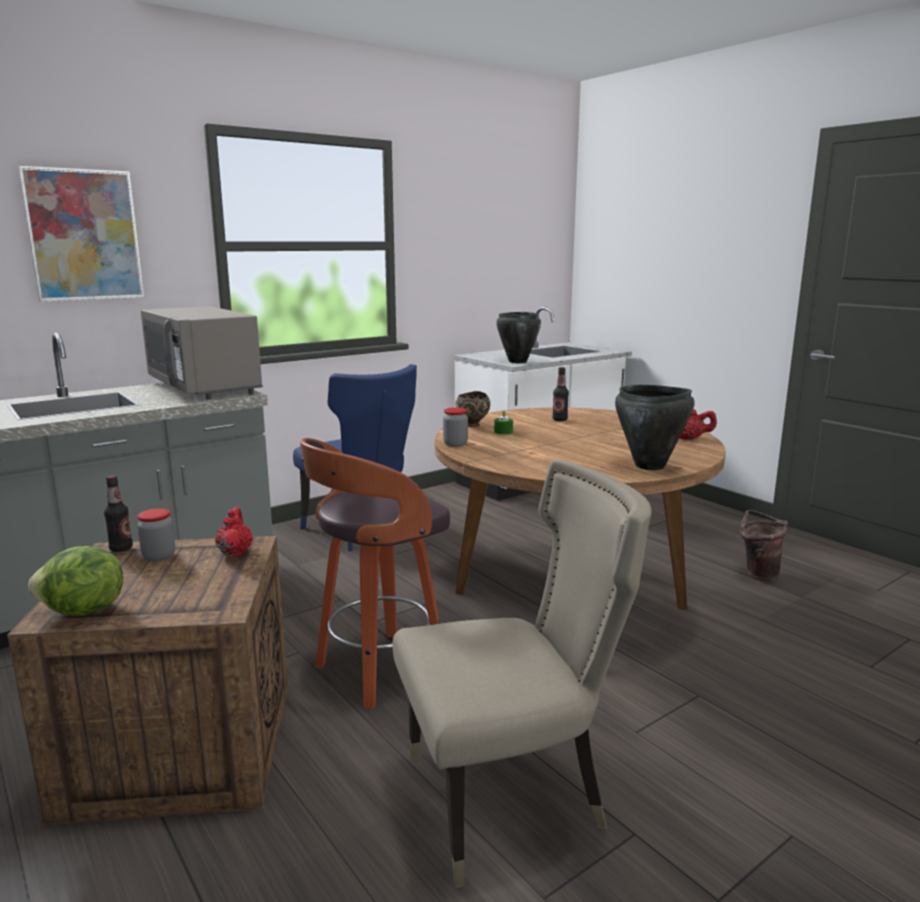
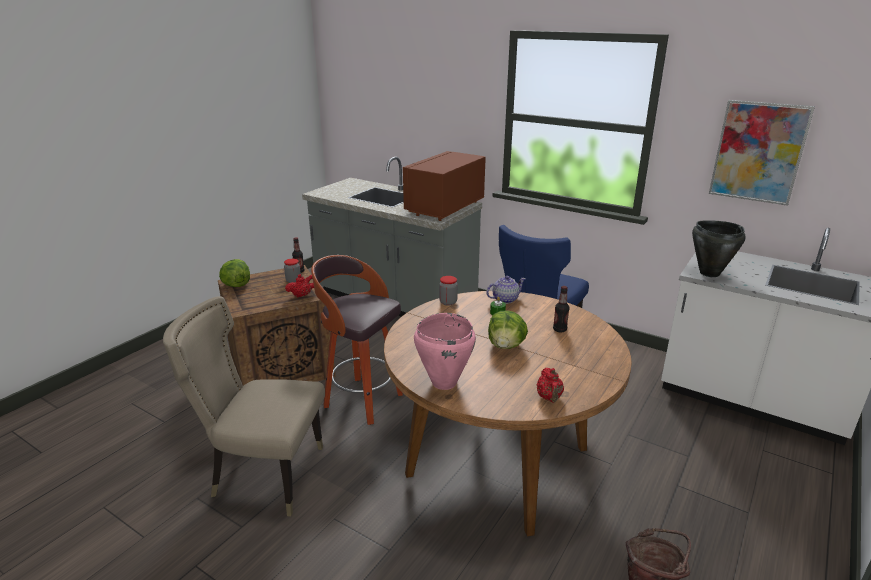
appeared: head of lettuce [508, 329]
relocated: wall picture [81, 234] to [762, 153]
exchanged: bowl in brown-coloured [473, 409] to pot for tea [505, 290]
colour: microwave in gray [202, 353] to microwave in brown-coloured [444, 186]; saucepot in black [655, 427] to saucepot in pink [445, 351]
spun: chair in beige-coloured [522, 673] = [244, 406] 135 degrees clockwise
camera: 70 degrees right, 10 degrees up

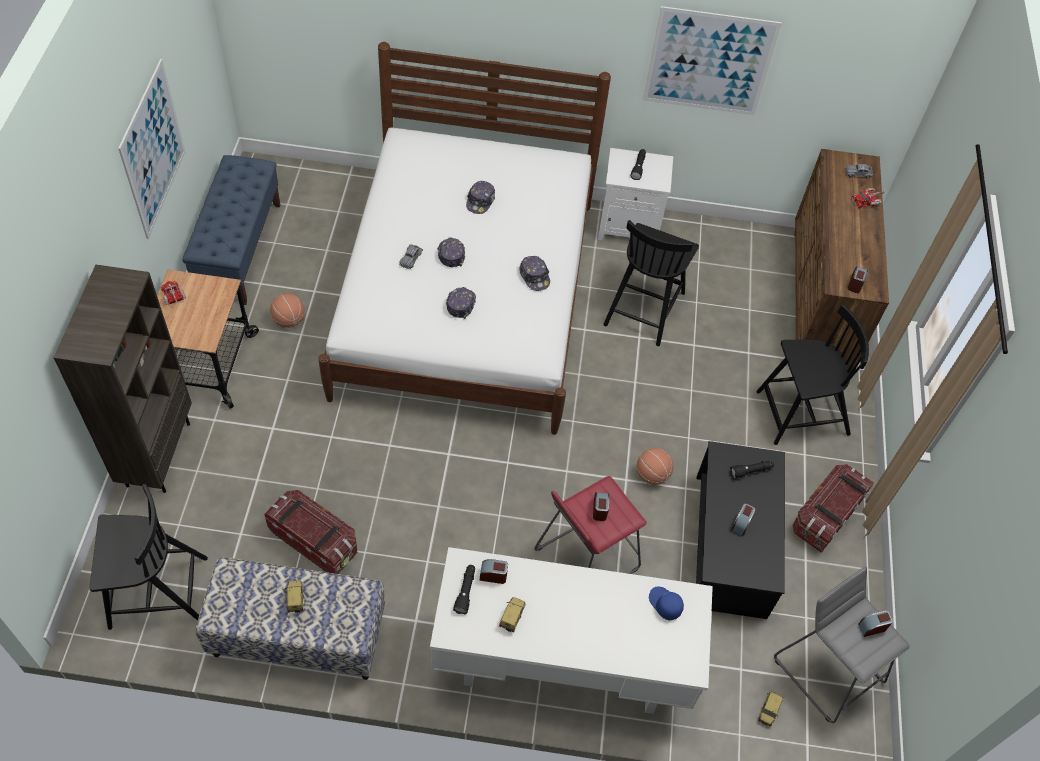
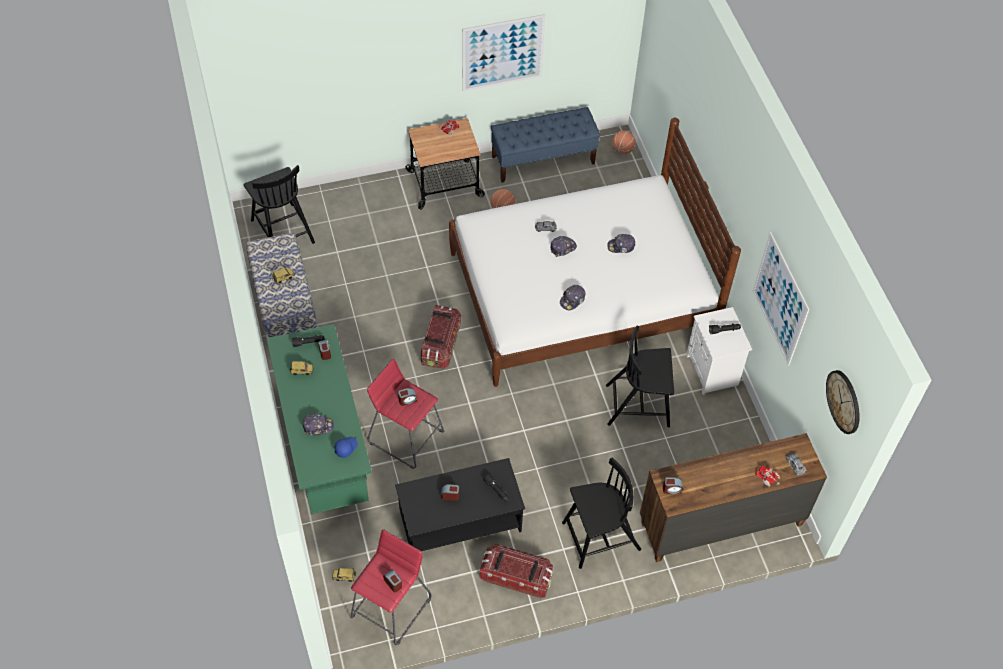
missing: bookcase in brown-coloured [123, 379]
appeared: clock on the wall [843, 402]
relocated: storage box [311, 532] to [441, 337]; baseball cap [461, 303] to [318, 424]; ball for basketball [655, 466] to [624, 142]
colour: desk table in white [571, 630] to desk table in green [319, 419]; stool seat in gray [842, 644] to stool seat in red-coloured [391, 587]
spun: chair in black [812, 374] = [601, 513] 75 degrees counterclockwise
camera: 70 degrees right, 0 degrees up

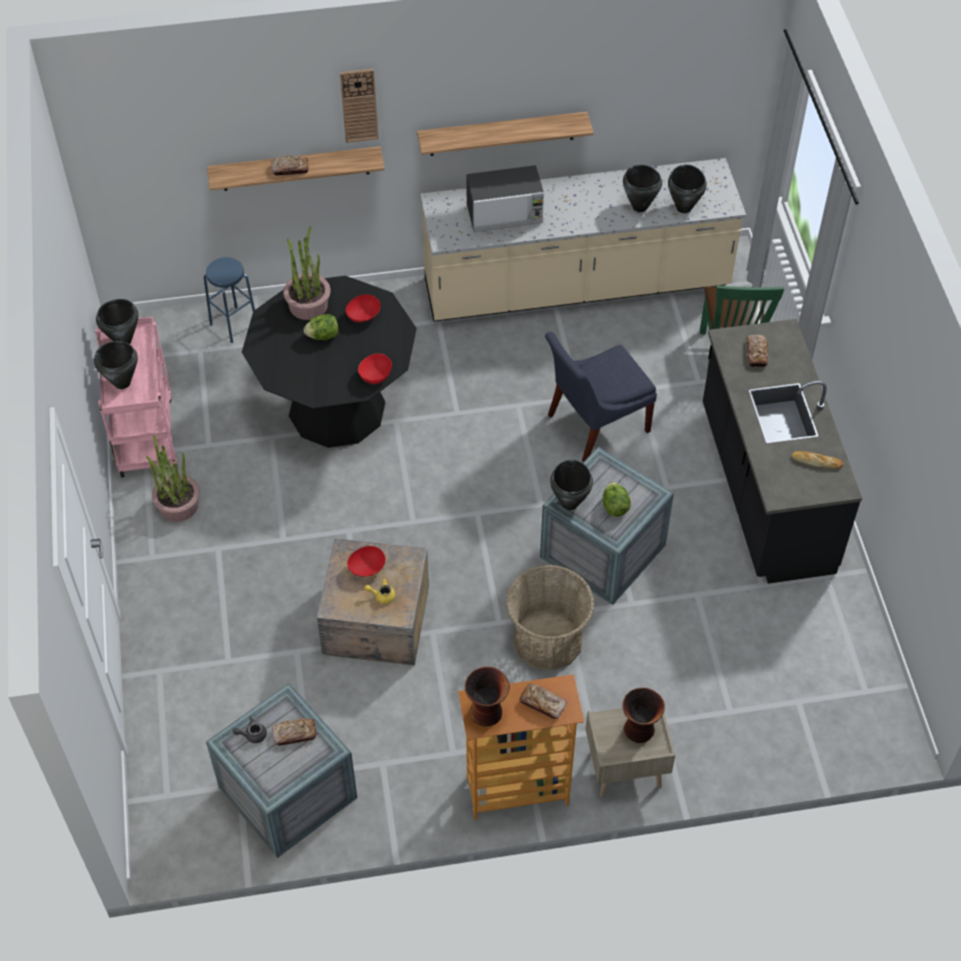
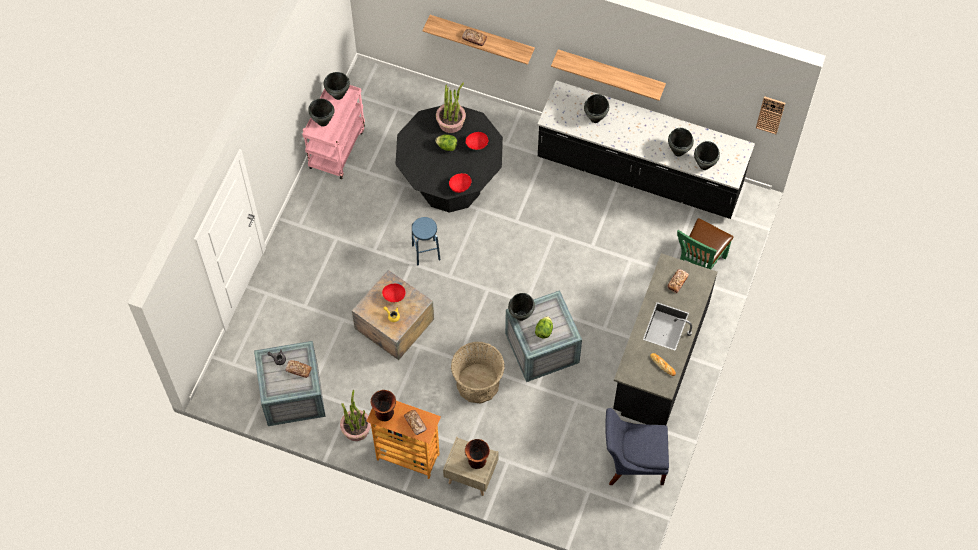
relocated: houseplant [173, 478] to [355, 415]; stool seat in blue-coloured [229, 300] to [426, 241]; clock on the wall [359, 106] to [770, 115]; chair in blue-coloured [601, 397] to [637, 446]
exchanged: microwave [505, 198] to saucepot in black [596, 108]
colour: kitchen base unit in beige-coloured [583, 240] to kitchen base unit in black [646, 149]
camera: 30 degrees right, 10 degrees up

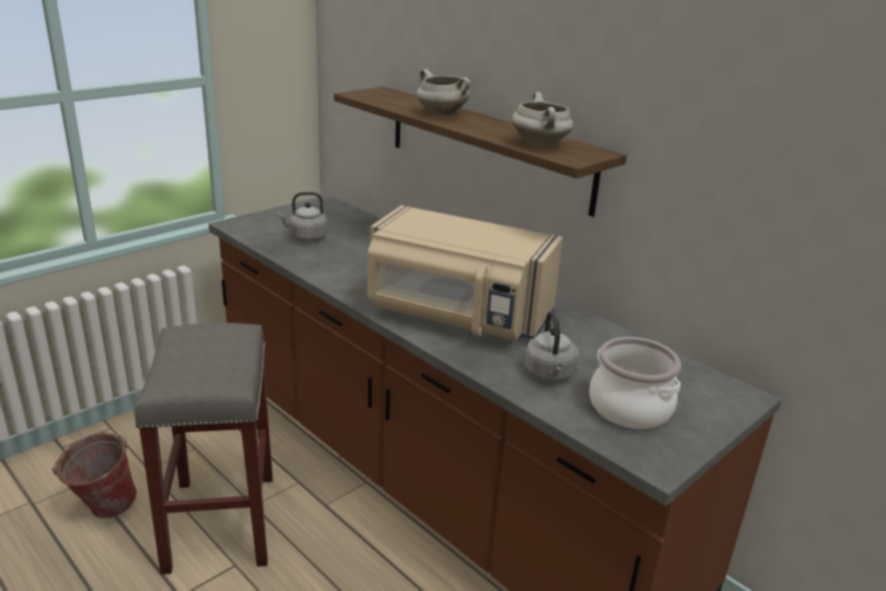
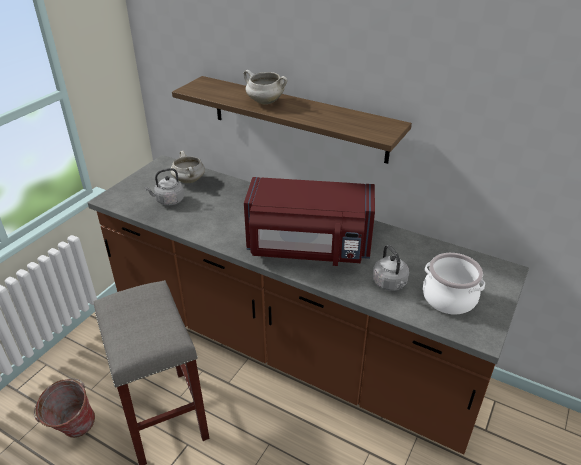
relocated: saucepot in white [542, 119] to [187, 167]
colour: microwave in beige-coloured [465, 273] to microwave in red-coloured [309, 221]
camera: 15 degrees left, 10 degrees up

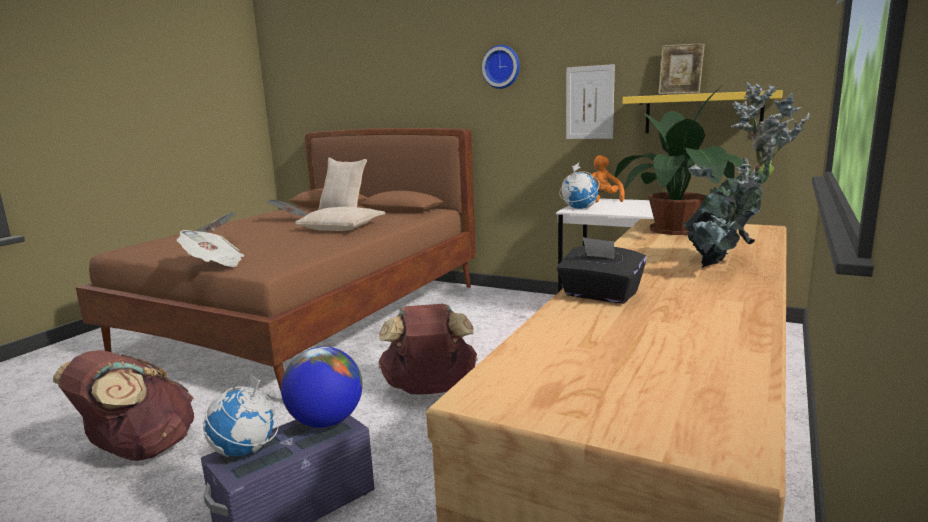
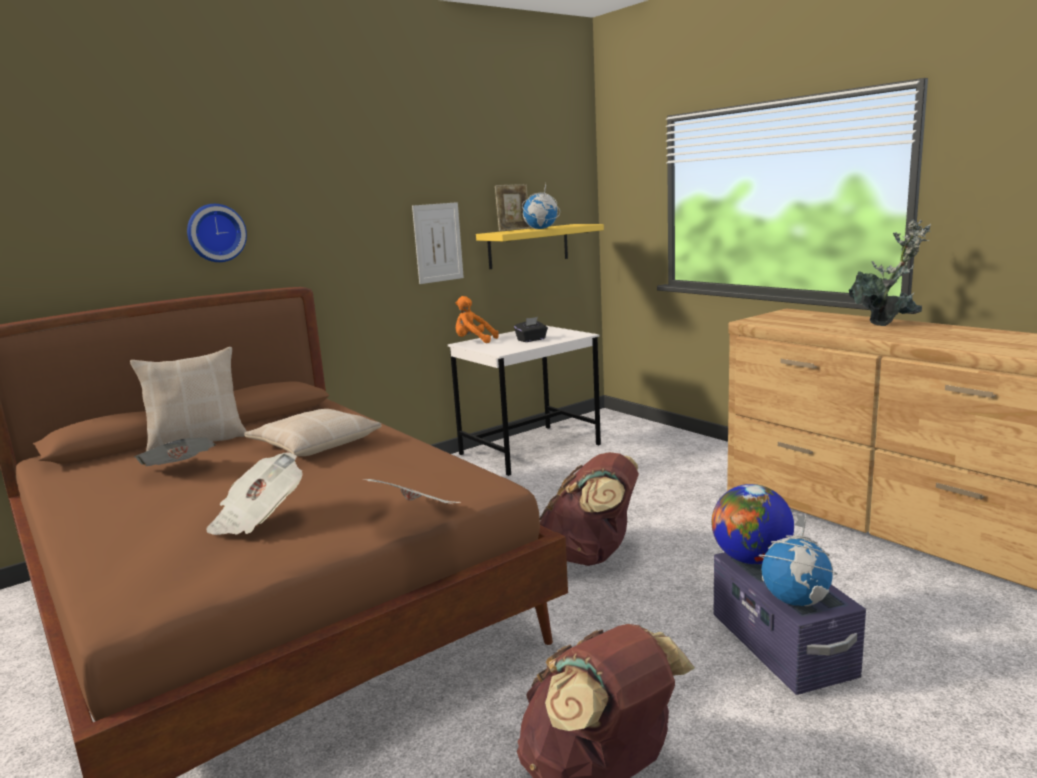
missing: houseplant [683, 160]
relocated: clock on the wall [501, 67] to [217, 233]; box of tissues in black [601, 270] to [531, 329]; world globe [579, 186] to [541, 206]
camera: 65 degrees left, 0 degrees up

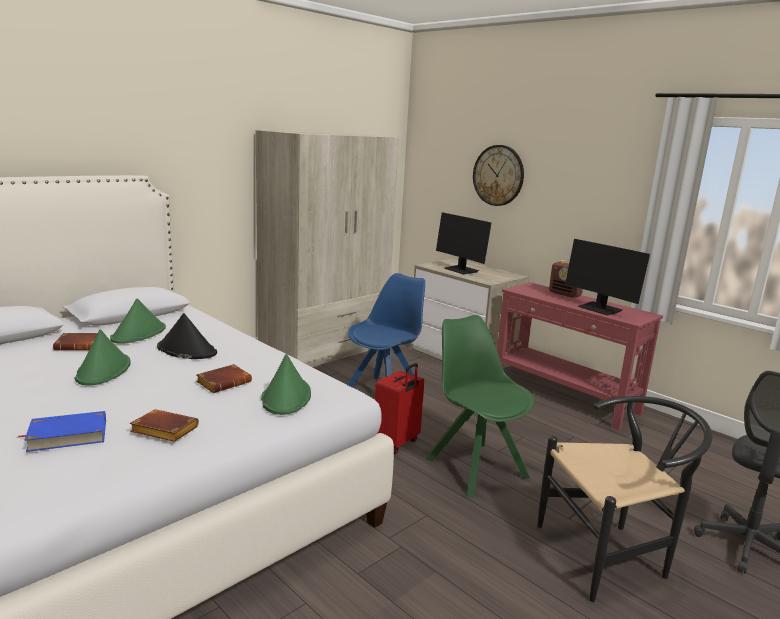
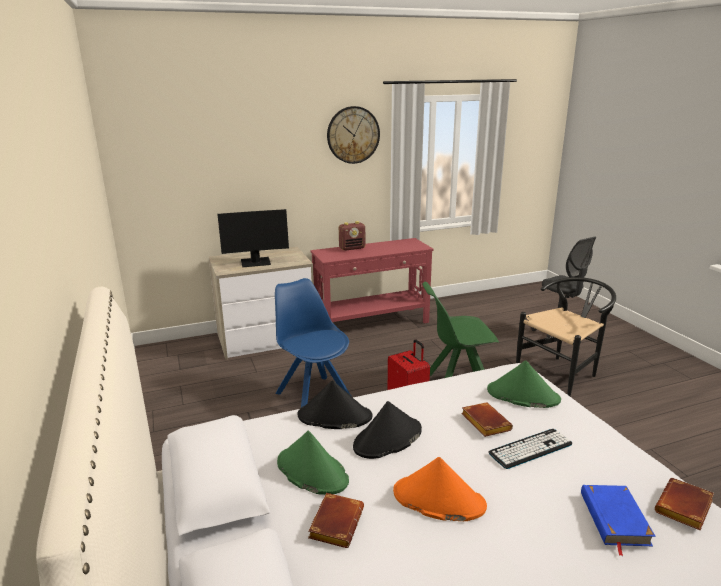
missing: clothes cupboard in beige-coloured [327, 248]; computer display [607, 277]
appeared: hat in black [335, 404]; PC keyboard [530, 449]
relocated: book in brown-coloured [164, 425] to [684, 504]; clock on the wall [498, 175] to [353, 135]
colour: hat in green [102, 357] to hat in orange [440, 489]
spun: chair in black [625, 499] = [566, 336] 45 degrees clockwise
camera: 65 degrees left, 5 degrees up

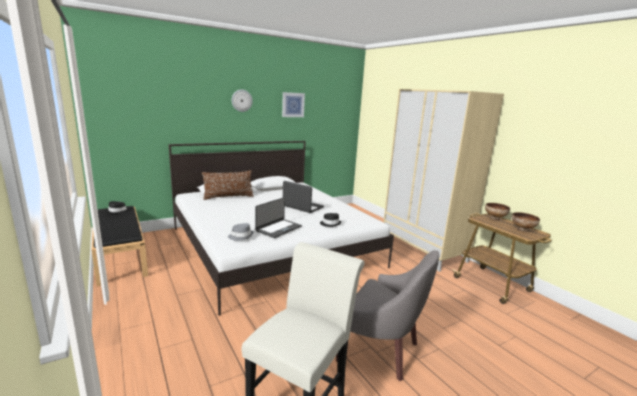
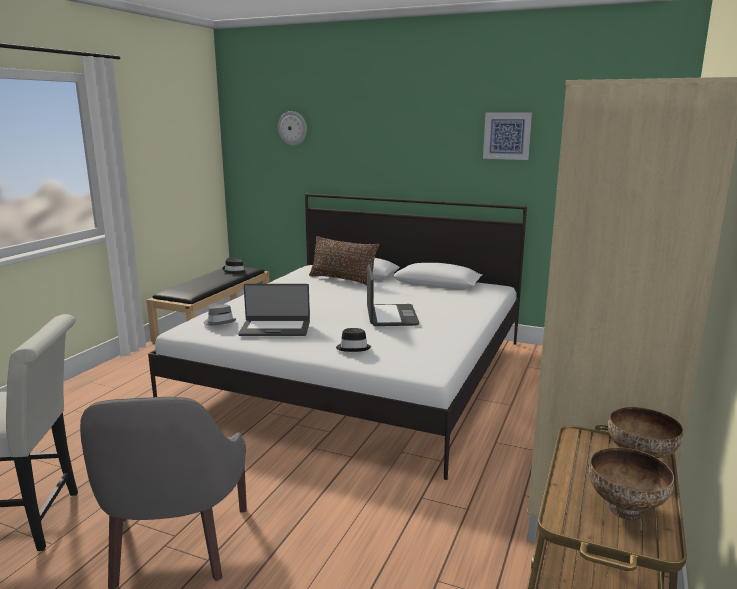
relocated: clock on the wall [242, 100] to [292, 128]
camera: 55 degrees right, 0 degrees up

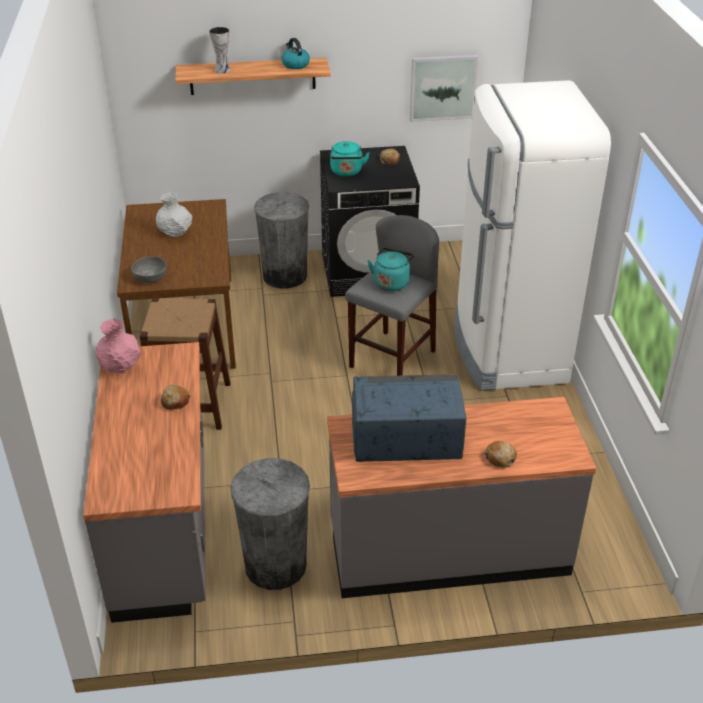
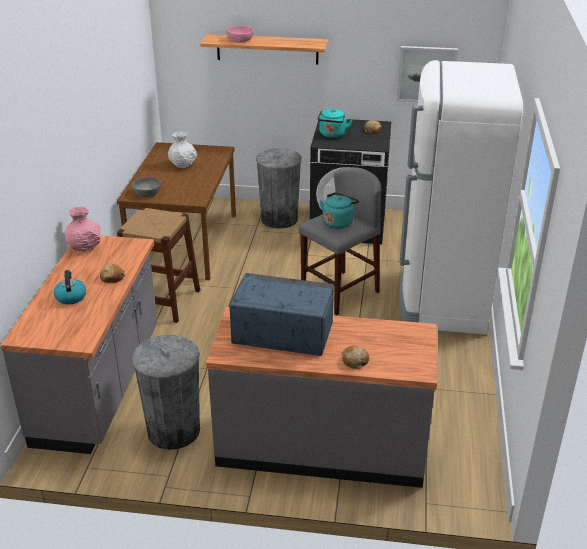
relocated: kettle [296, 53] to [70, 287]
exchanged: flower vase [219, 50] to bowl in pink [240, 33]
camera: 15 degrees right, 5 degrees down

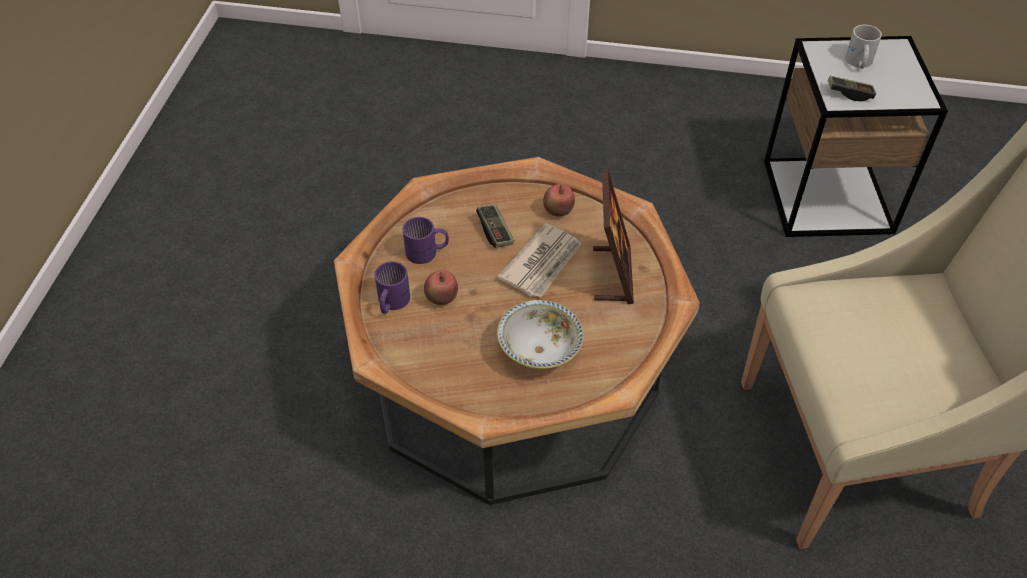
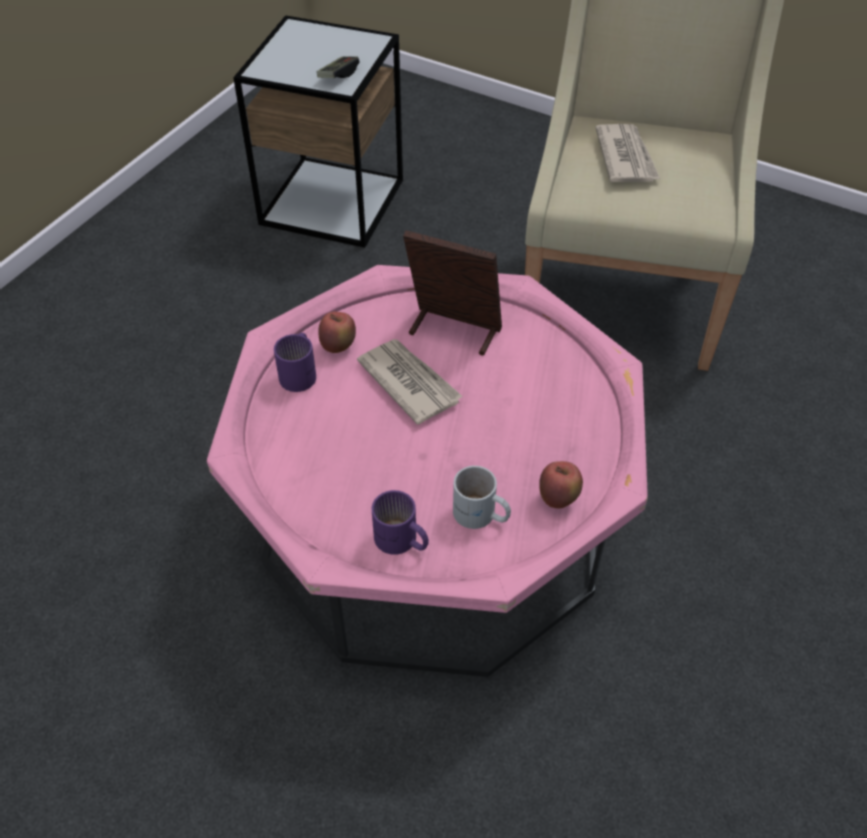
missing: gamepad [495, 226]; bowl [540, 335]
appeared: newspaper [627, 153]
relocated: coffee mug in purple [426, 240] to [295, 362]; whole apple [441, 287] to [561, 484]; coffee mug in white [863, 47] to [482, 497]
colour: lounge table in brown-coloured [517, 331] to lounge table in pink [427, 471]
camera: 70 degrees left, 0 degrees up

